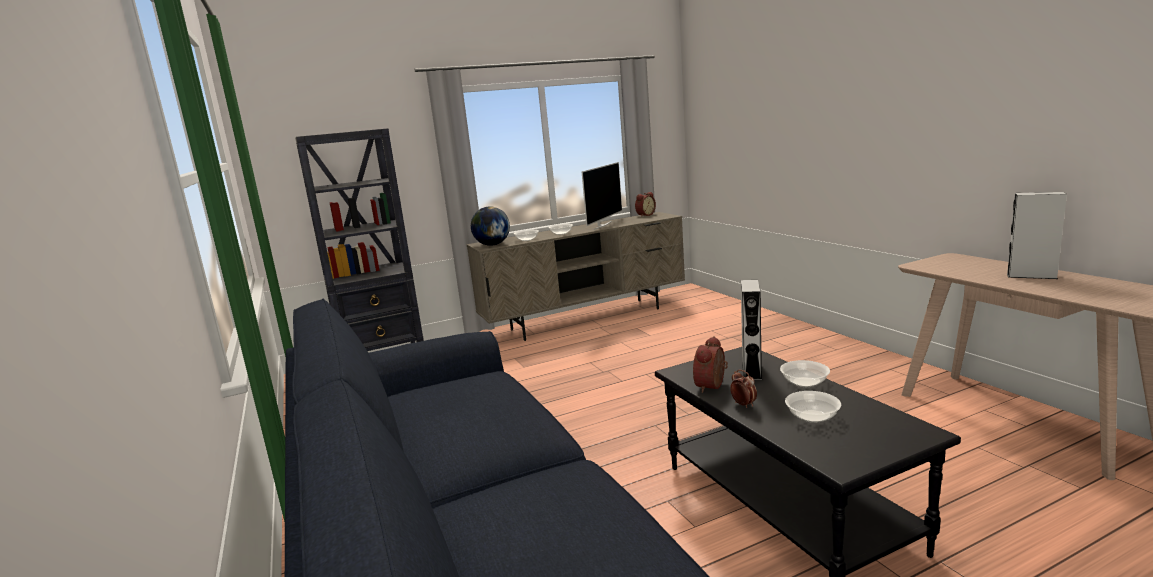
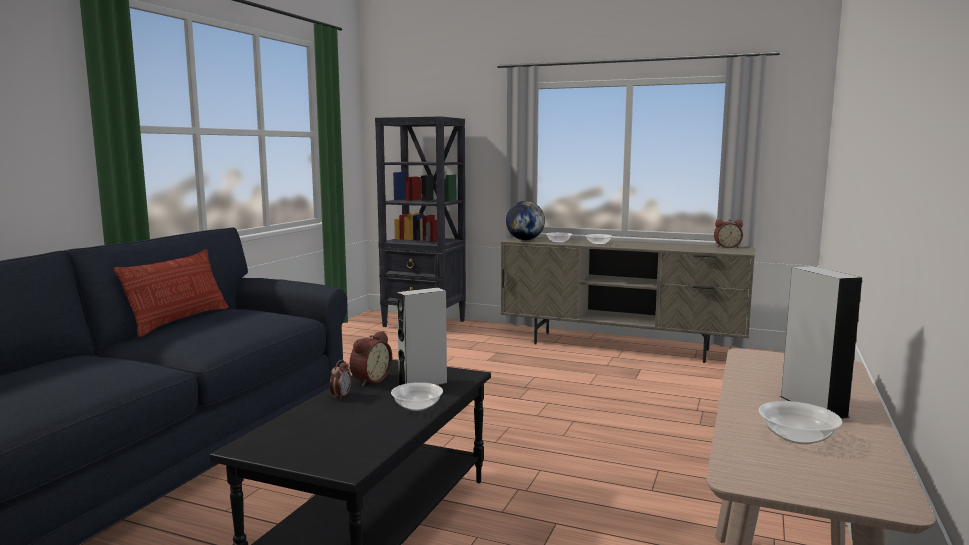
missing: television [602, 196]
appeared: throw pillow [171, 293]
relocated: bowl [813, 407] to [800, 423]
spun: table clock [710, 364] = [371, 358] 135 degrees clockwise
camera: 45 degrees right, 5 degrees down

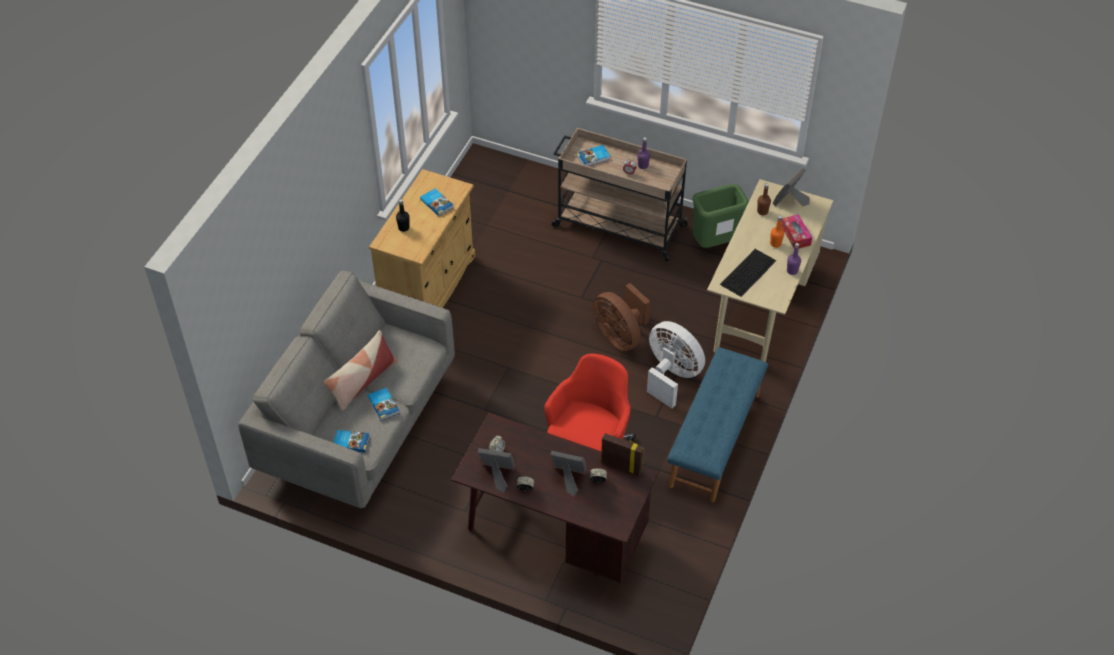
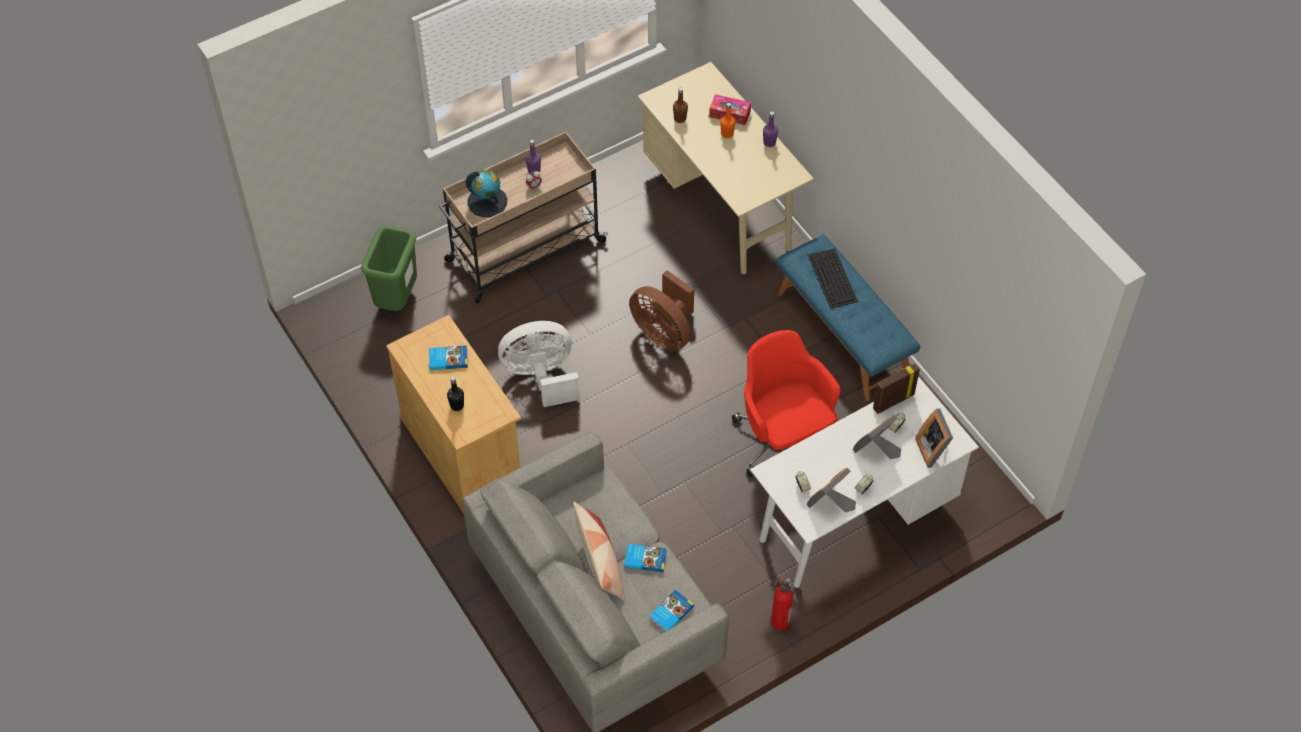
appeared: fire-fighting cylinder [783, 603]
relocated: electric fan in white [676, 364] to [539, 364]; trash can in green [720, 216] to [389, 268]; PC keyboard [748, 273] to [833, 278]; standing frame [791, 187] to [934, 438]
exchanged: book [593, 155] to world globe [486, 193]
colour: desk table in brown-coloured [555, 498] to desk table in white [864, 482]
spun: electric fan in brown-coloured [621, 317] = [661, 310] 45 degrees clockwise
camera: 55 degrees left, 5 degrees up

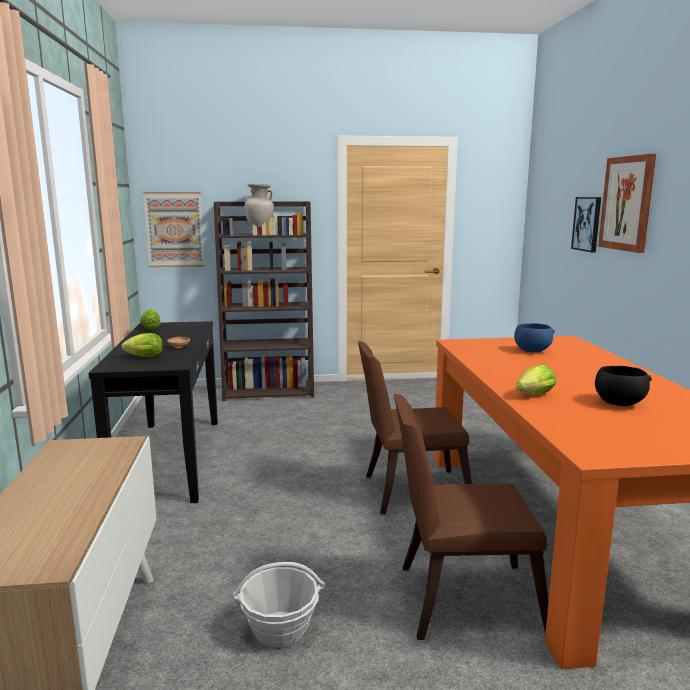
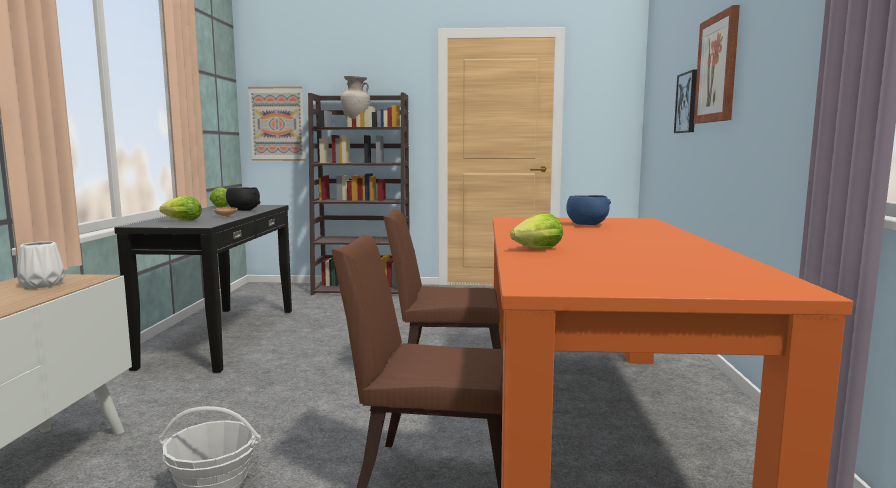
appeared: flower vase in white [41, 264]
relocated: bowl in black [623, 386] to [243, 199]
camera: 10 degrees right, 5 degrees down

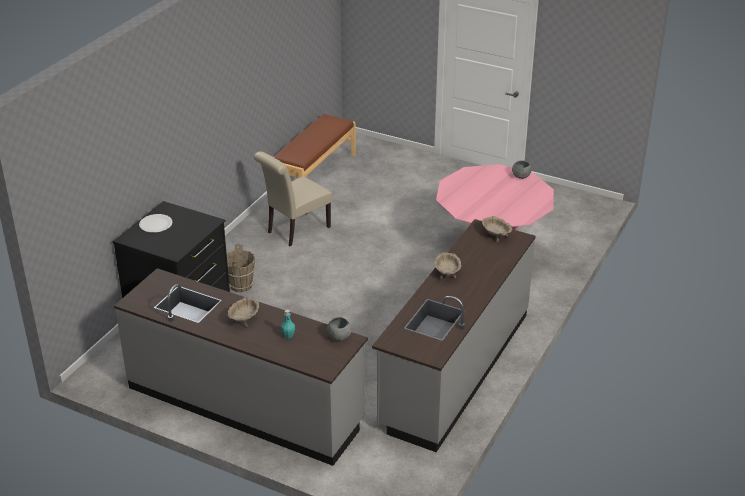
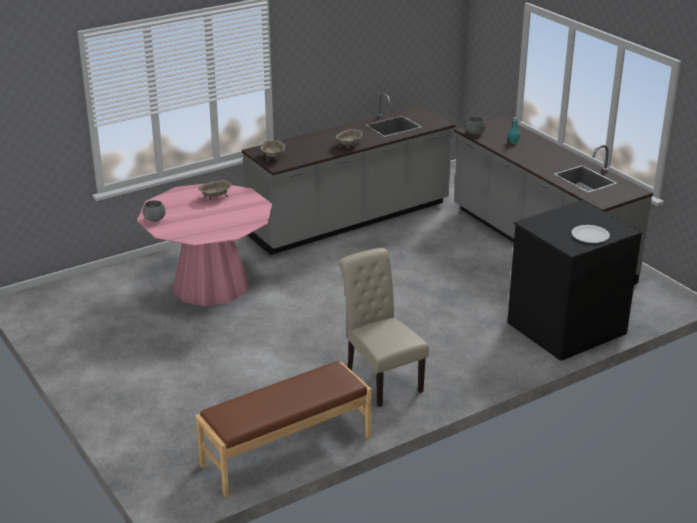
missing: pail in brown-coloured [241, 268]
relocated: bowl in beige-coloured [243, 312] to [215, 190]
spun: chair in beige-coloured [293, 198] = [384, 327] 105 degrees counterclockwise
camera: 150 degrees left, 5 degrees down

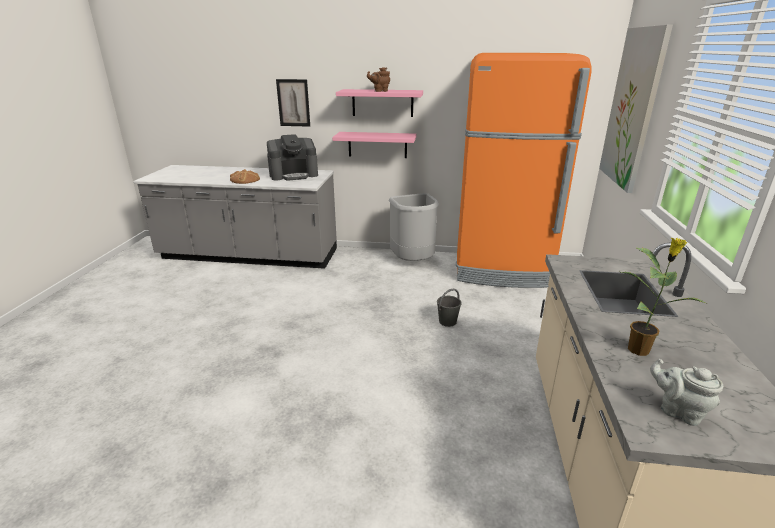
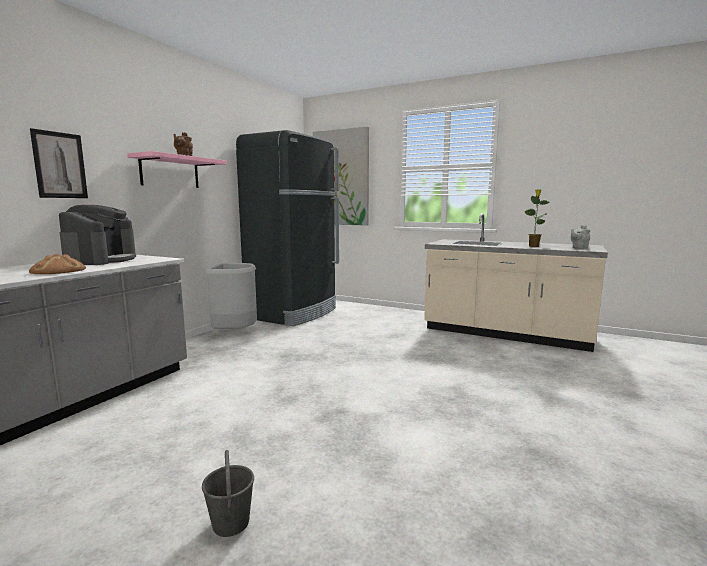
missing: bracket shelf in pink [374, 145]
relocated: pail in gray [449, 308] to [228, 493]
colour: fridge in orange [524, 170] to fridge in black [287, 228]
camera: 70 degrees left, 15 degrees down

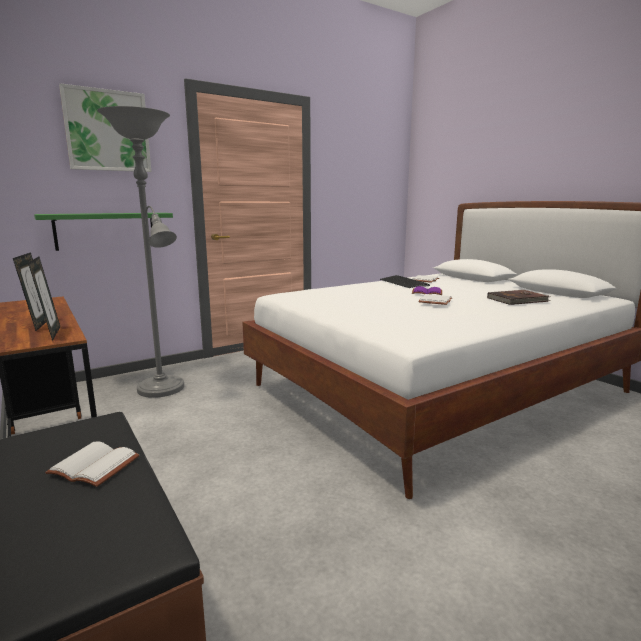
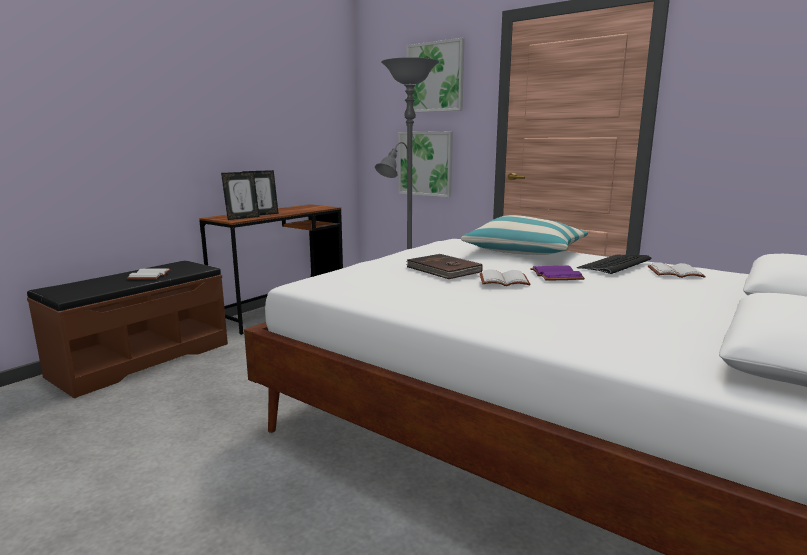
appeared: throw pillow [524, 235]
relocated: book in brown-coloured [519, 297] to [444, 266]
exchanged: bracket shelf in green [103, 232] to wall picture [425, 164]
camera: 70 degrees right, 0 degrees up

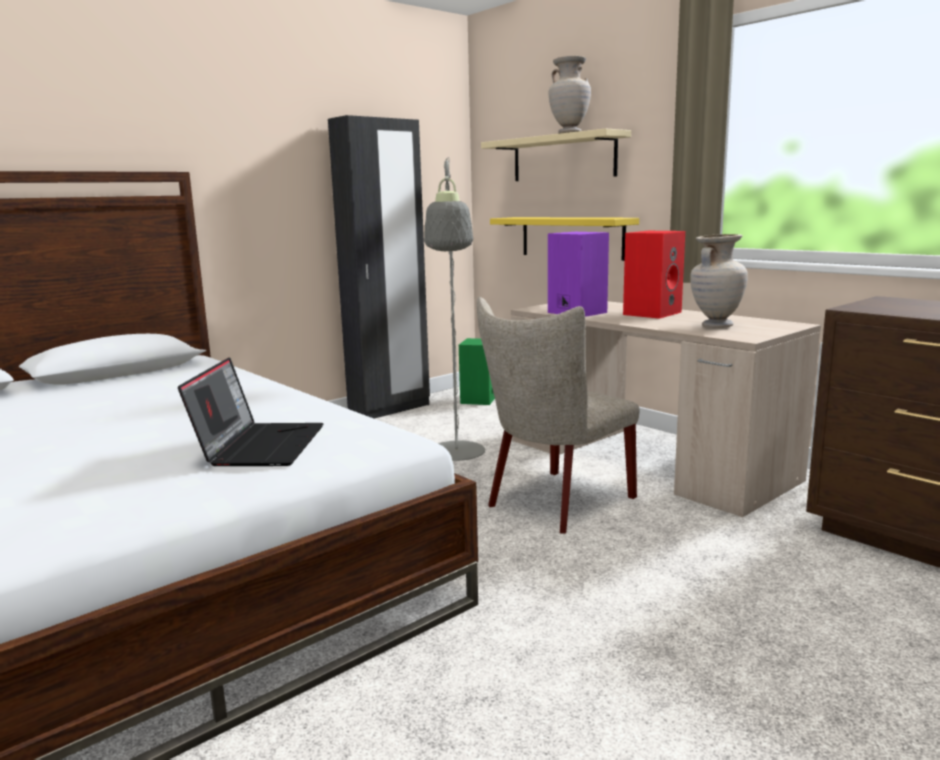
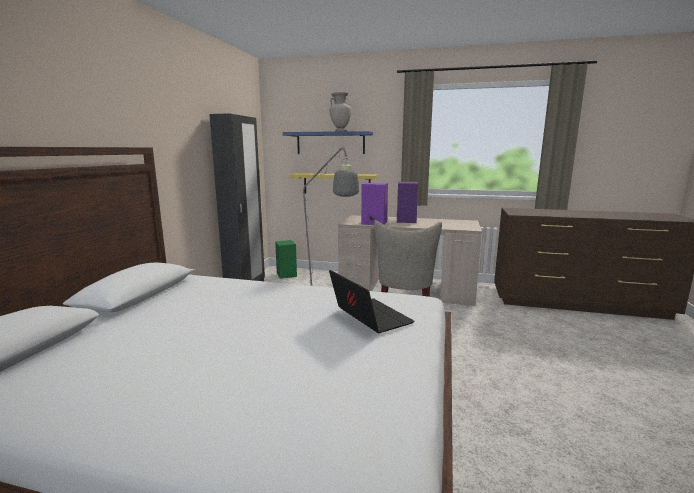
missing: flower vase in beige-coloured [719, 281]
colour: bracket shelf in beige-coloured [556, 154] to bracket shelf in blue-coloured [328, 142]; audio speaker in red-coloured [654, 275] to audio speaker in purple [407, 202]
camera: 35 degrees left, 0 degrees up

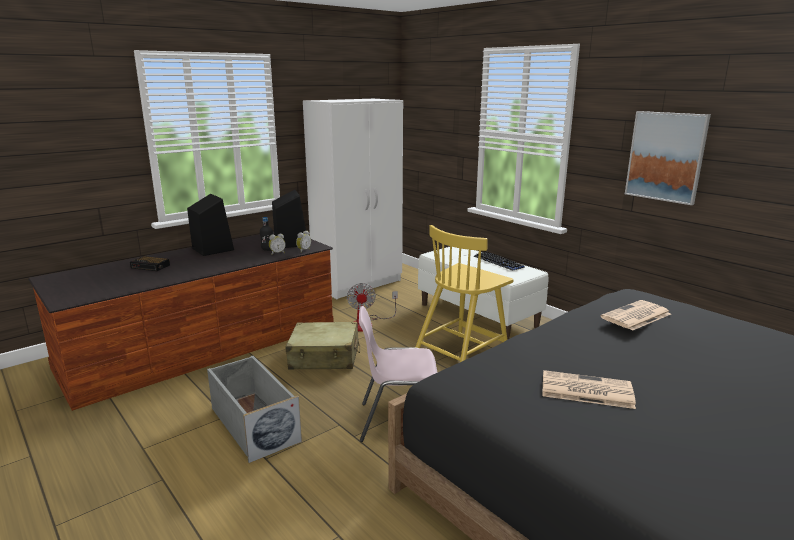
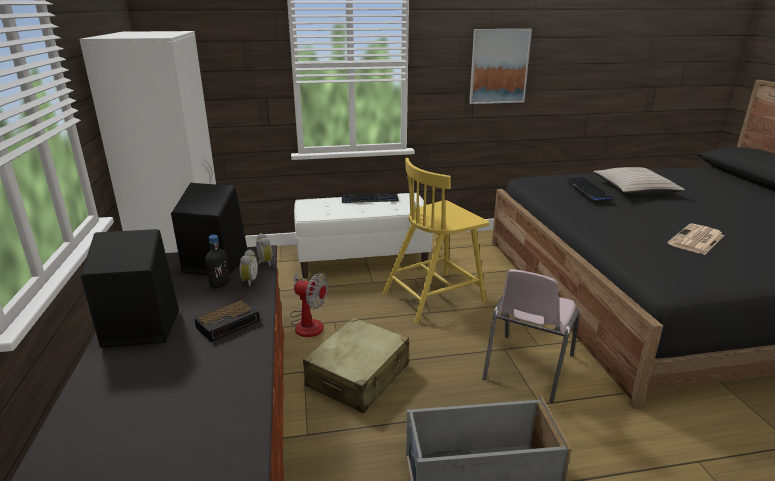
appeared: throw pillow in beige-coloured [639, 181]
relocated: table clock [150, 263] to [227, 320]
exchanged: newspaper [636, 315] to PC keyboard [588, 189]
spun: chair in yellow [464, 293] = [435, 241] 75 degrees clockwise
camera: 60 degrees left, 5 degrees up

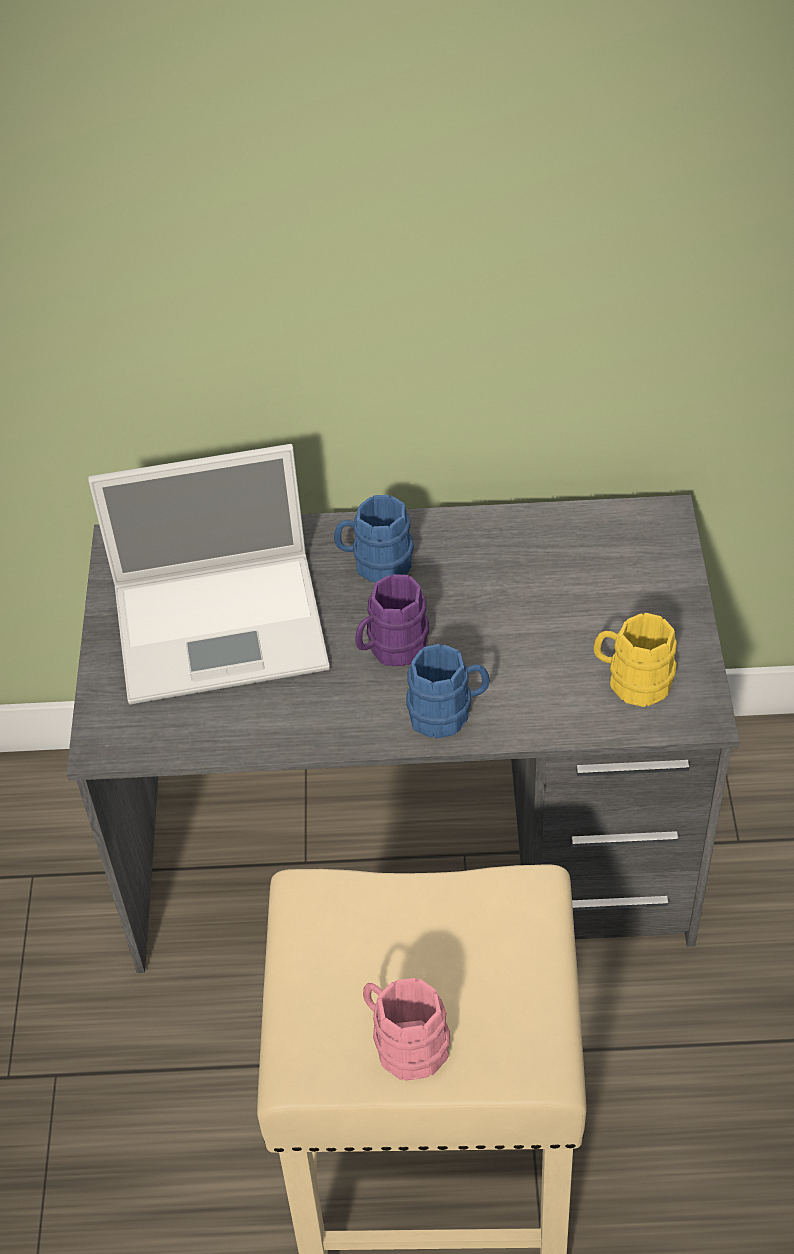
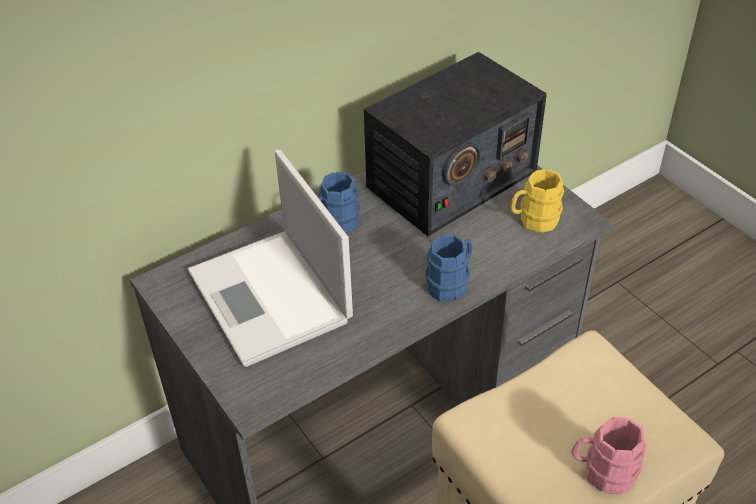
missing: coffee mug in purple [392, 620]
appeared: radio [455, 144]
spun: laptop [209, 574] = [270, 258] 105 degrees clockwise
camera: 35 degrees left, 5 degrees down

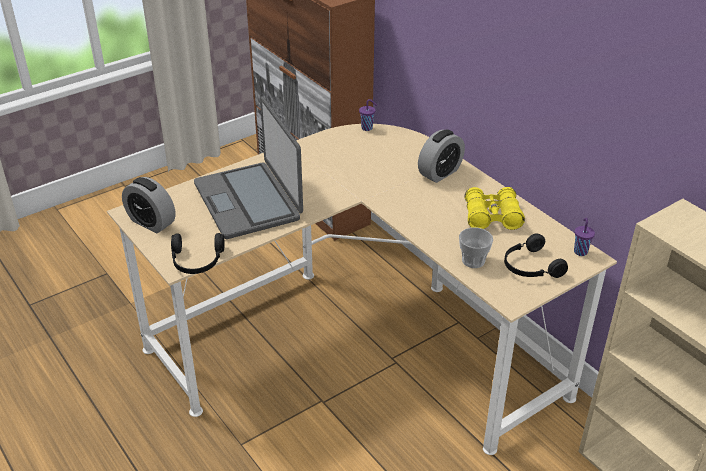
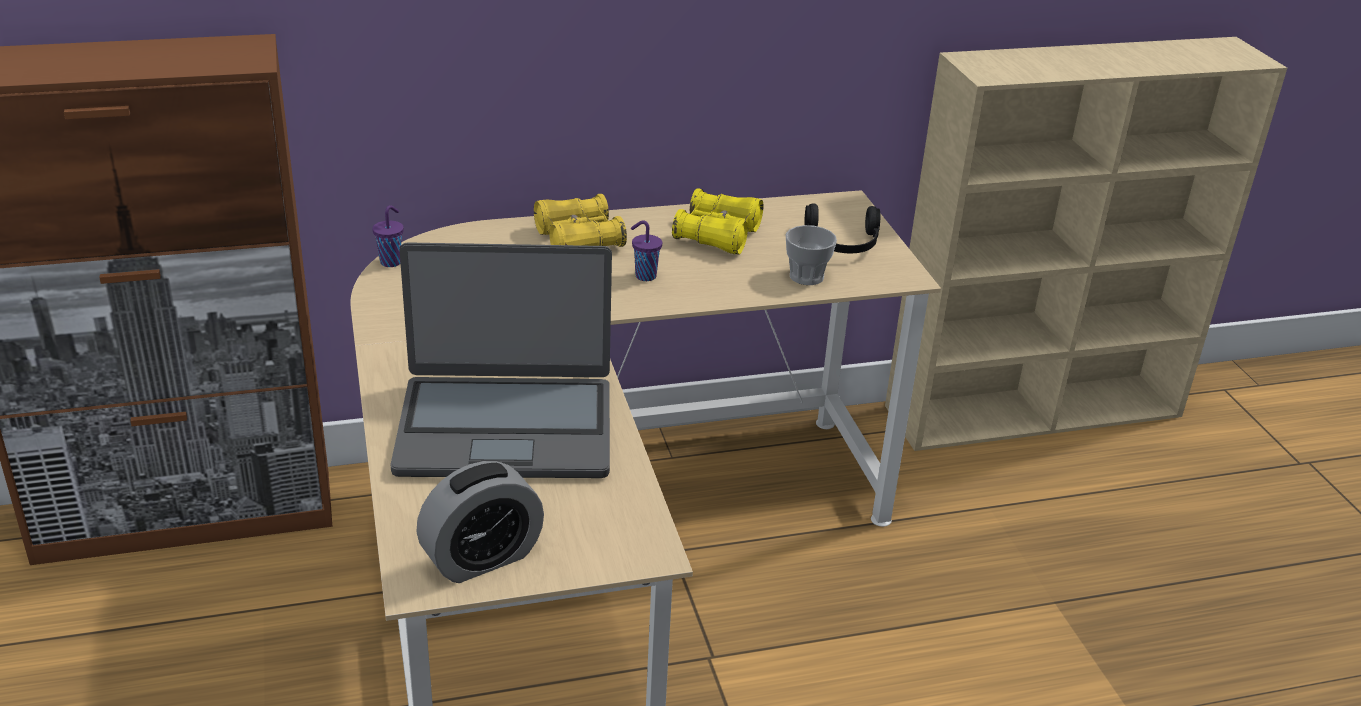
missing: headset in black [198, 253]
relocated: cup in purple [584, 237] to [646, 251]
exchanged: table clock [441, 156] to field glasses in yellow [580, 220]
camera: 70 degrees left, 5 degrees down

